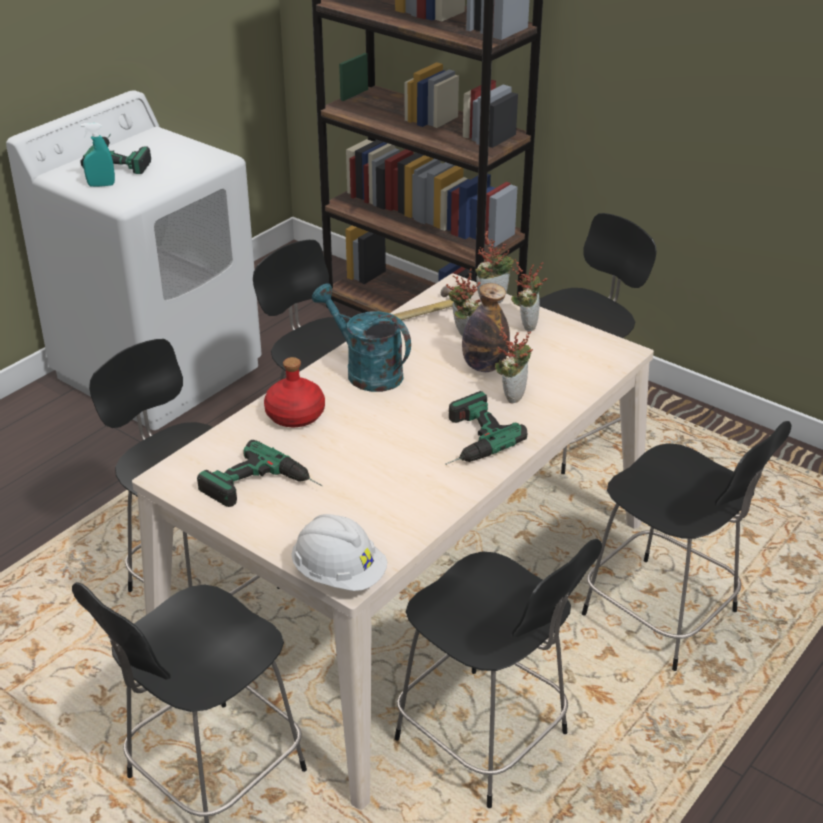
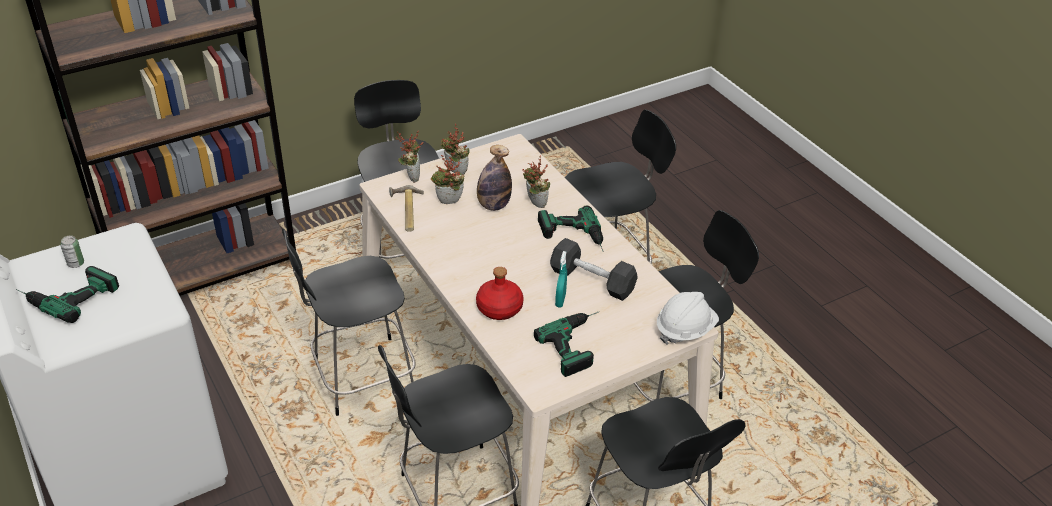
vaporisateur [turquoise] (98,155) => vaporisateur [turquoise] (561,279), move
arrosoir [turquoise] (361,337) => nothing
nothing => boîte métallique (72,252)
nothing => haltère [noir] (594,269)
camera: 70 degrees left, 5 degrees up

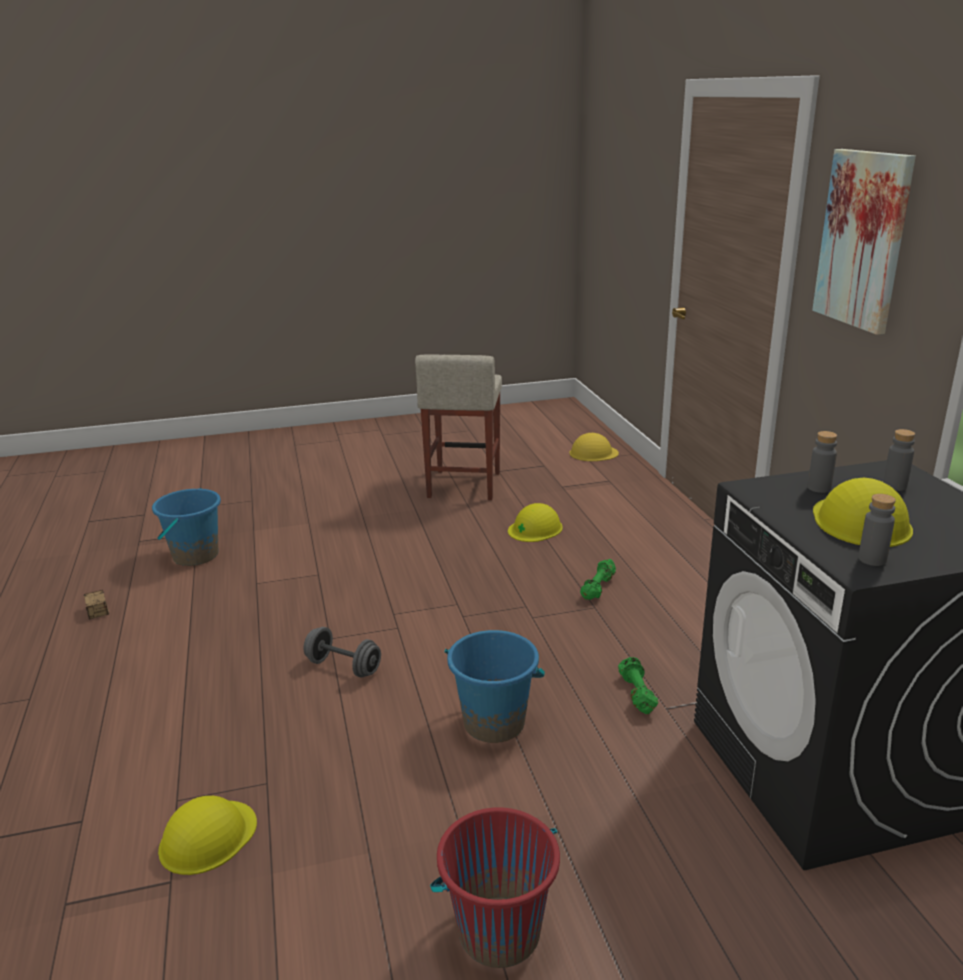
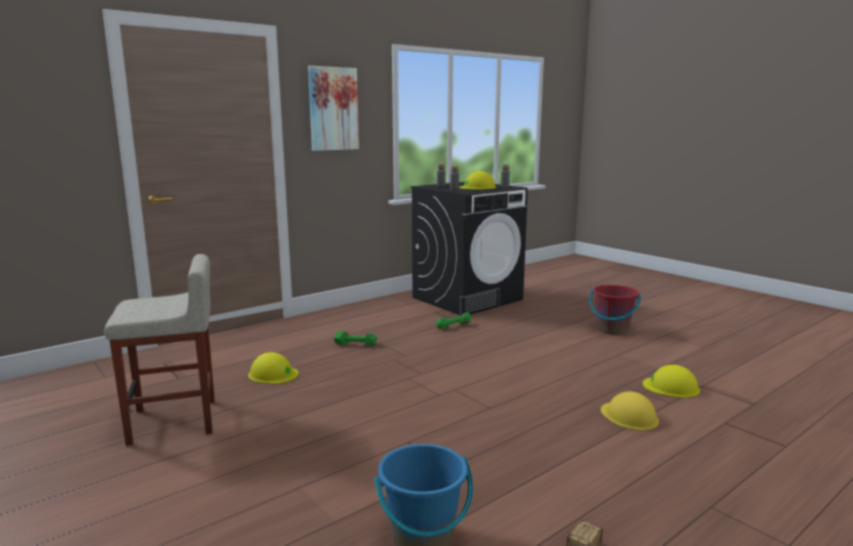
haltère [gris] (342,652) => nothing
seau [bleu] (495,686) => nothing
casque de chantier [jaune] (594,447) => casque de chantier [jaune] (630,410), move
camera: 115 degrees left, 10 degrees down

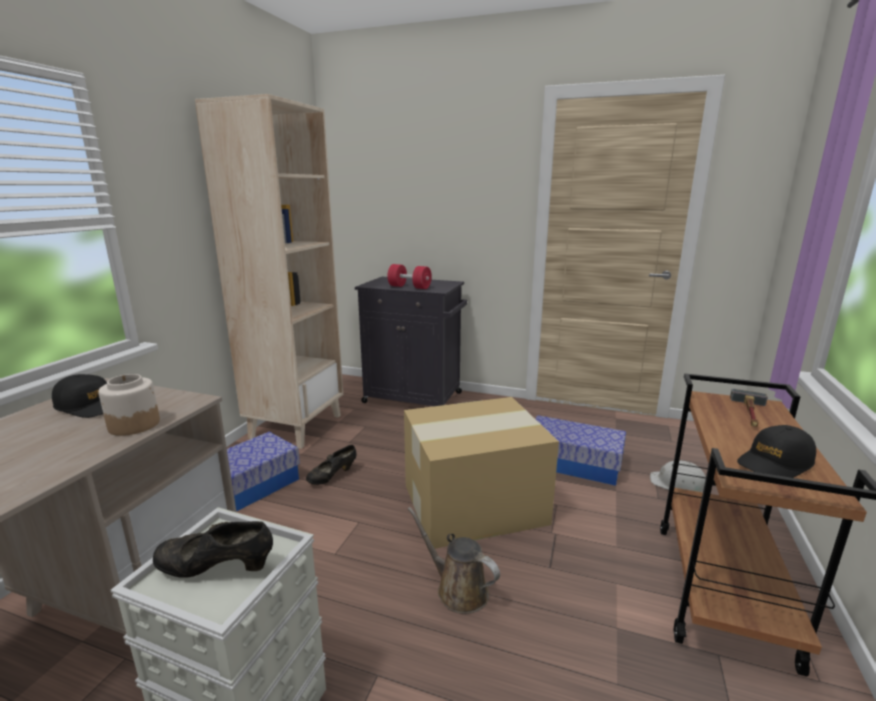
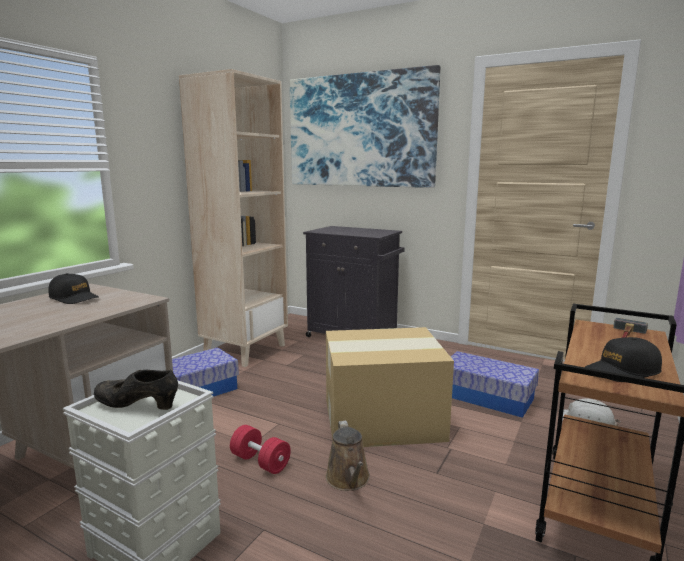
bocal (129,405) => nothing
chaussure [noir] (331,465) => nothing
haltère [rouge] (409,276) => haltère [rouge] (260,449), move
arrosoir [marron] (454,560) => arrosoir [marron] (347,456), 150 degrees counterclockwise
nothing => tableau (365,126)
camera: 10 degrees right, 5 degrees down

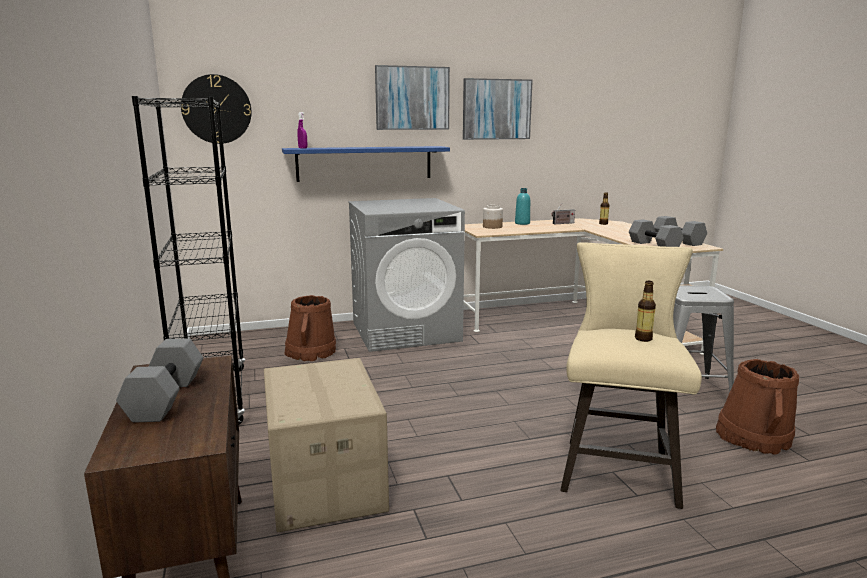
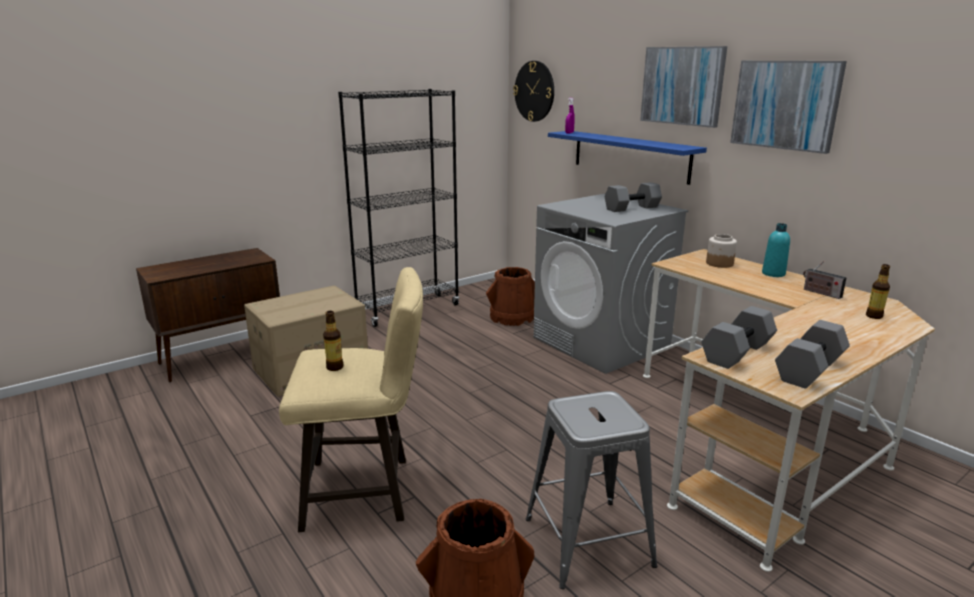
haltère [gris] (159,380) => haltère [gris] (633,197), move
camera: 70 degrees right, 5 degrees up

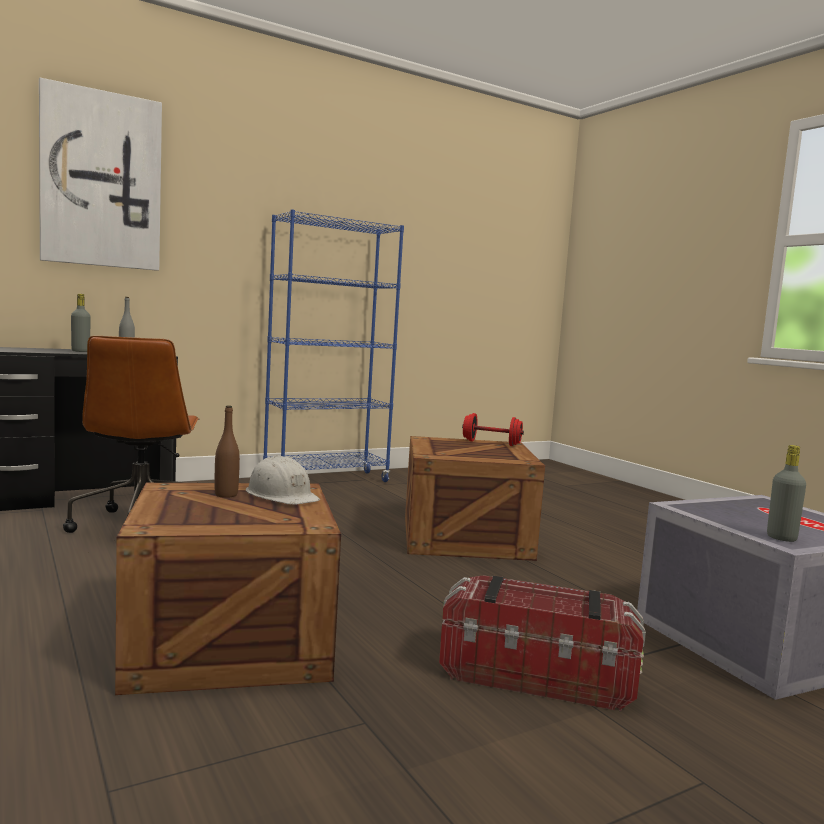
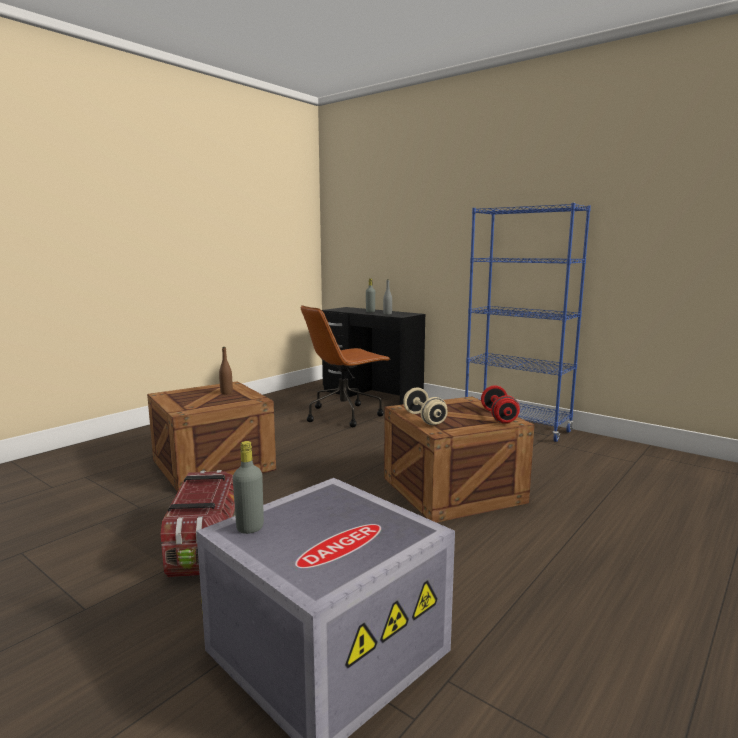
tableau (100,174) => nothing
casque de chantier [blanc] (283,480) => nothing
nothing => haltère [beige] (425,406)
camera: 70 degrees right, 5 degrees up

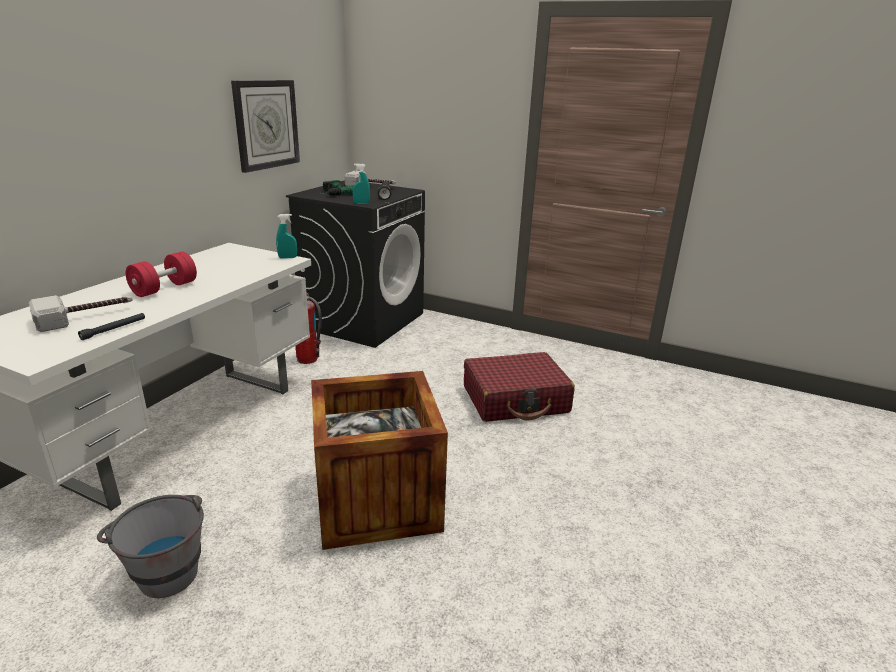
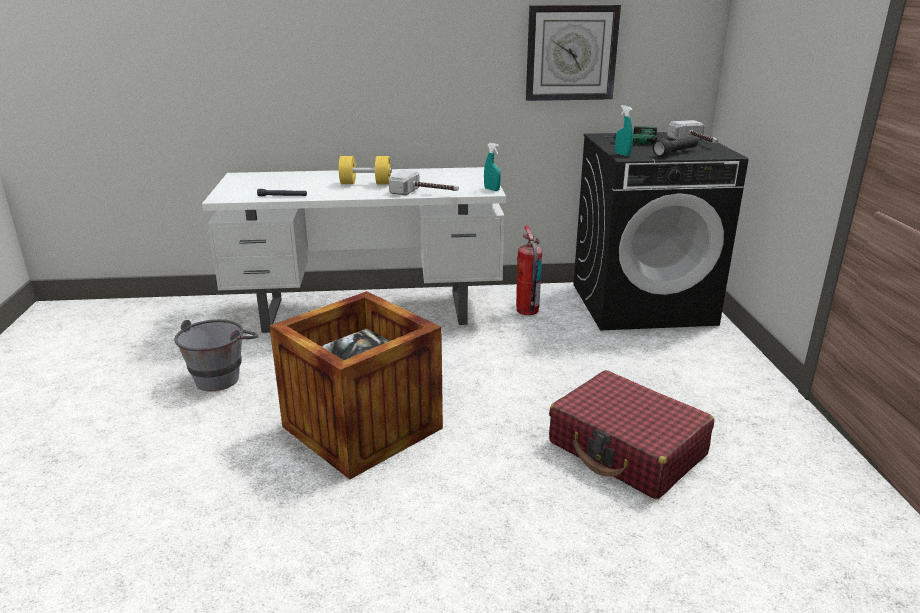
marteau (81,313) => marteau (424,182), move
haltère [rouge] (161,274) => haltère [jaune] (365,170)
camera: 60 degrees right, 0 degrees up

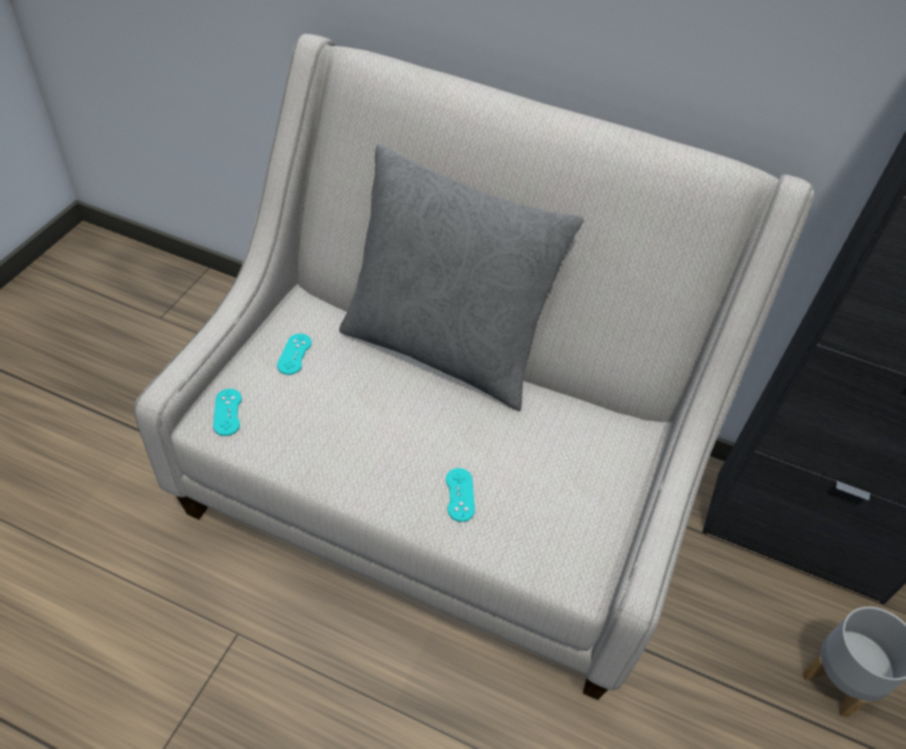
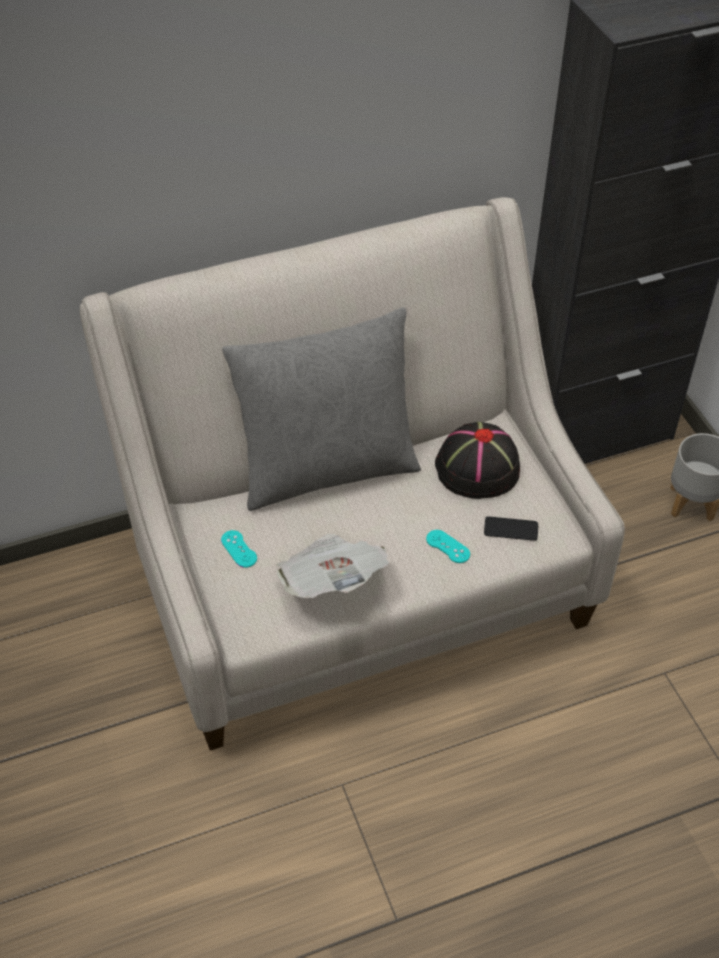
manette [turquoise] (227,412) => nothing
nothing => journal (332,565)
nothing => chapeau [noir] (477,460)
nothing => téléphone (511,528)
camera: 40 degrees left, 0 degrees up

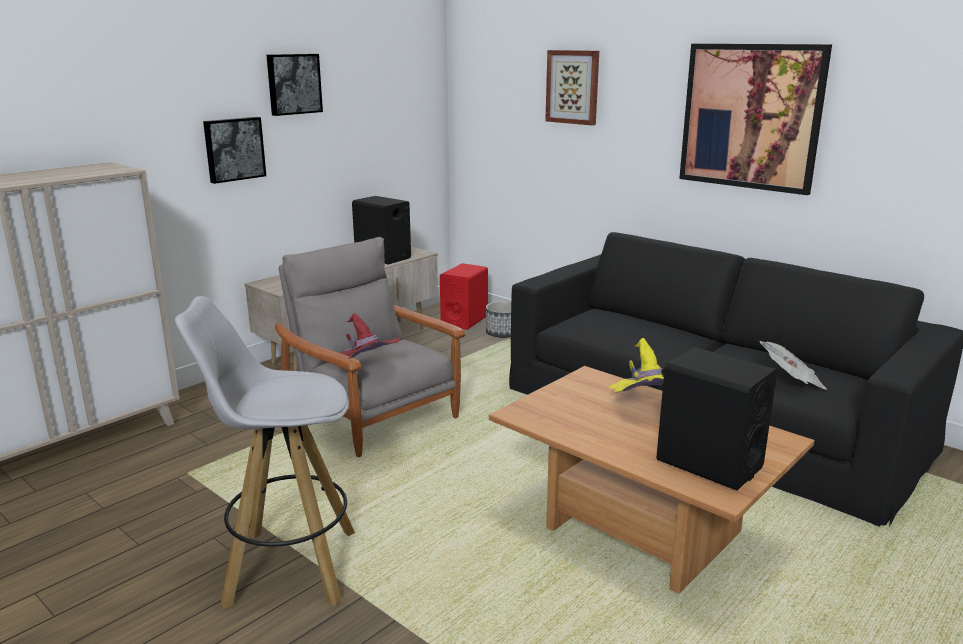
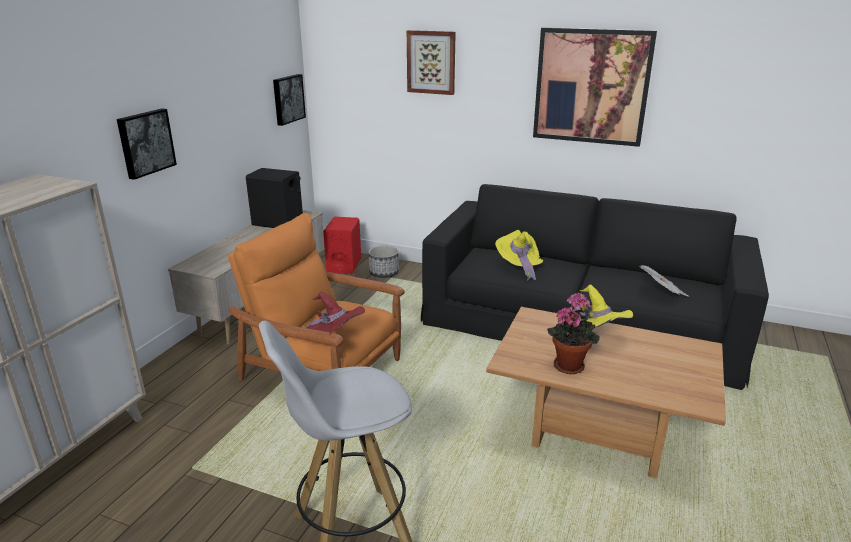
tableau (295,85) => tableau (289,100), move
fauteuil [gris] (370,347) => fauteuil [orange] (316,297)
enceinte [noir] (716,418) => nothing
nothing => chapeau [jaune] (519,255)
nothing => plante en pot (573,333)
camera: 20 degrees left, 5 degrees up

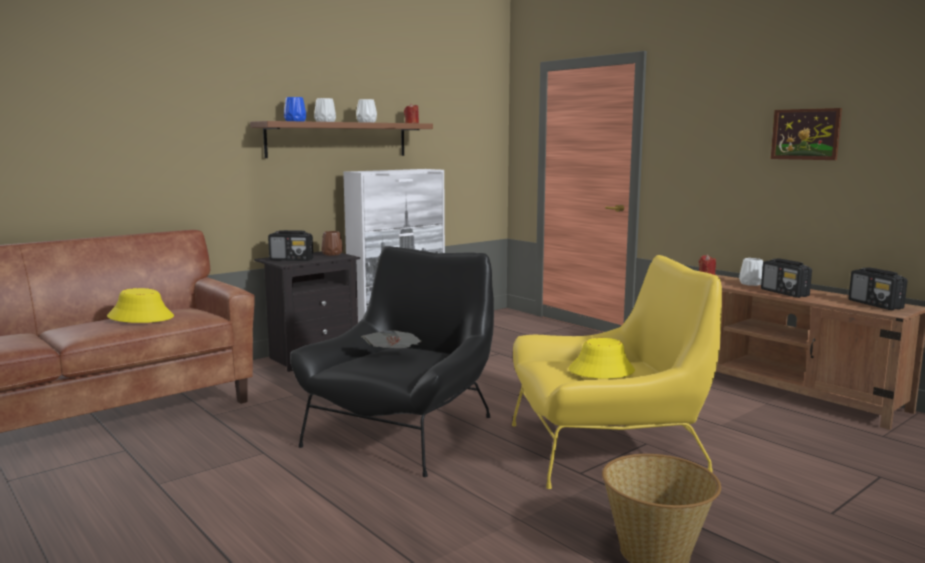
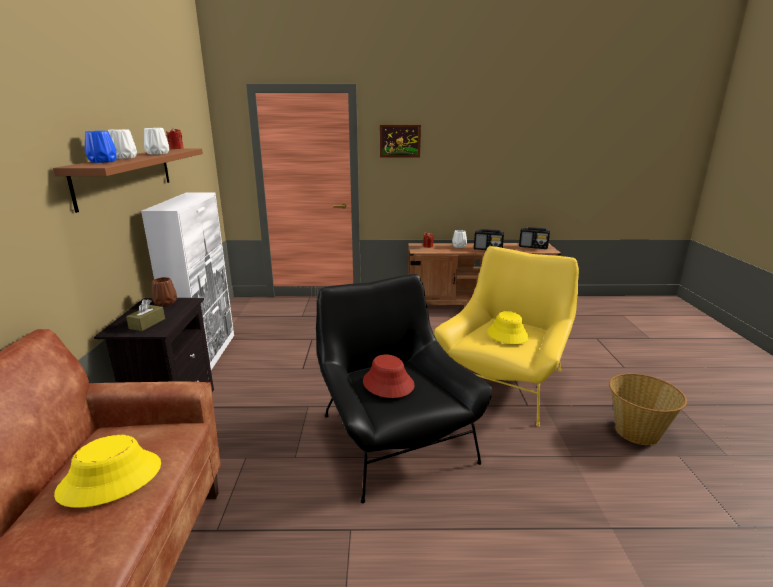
radio (290,245) => boîte à mouchoirs [marron] (145,315)
journal (391,339) => chapeau [rouge] (389,376)
tableau (806,134) => tableau (400,141), move
camera: 50 degrees left, 10 degrees up

